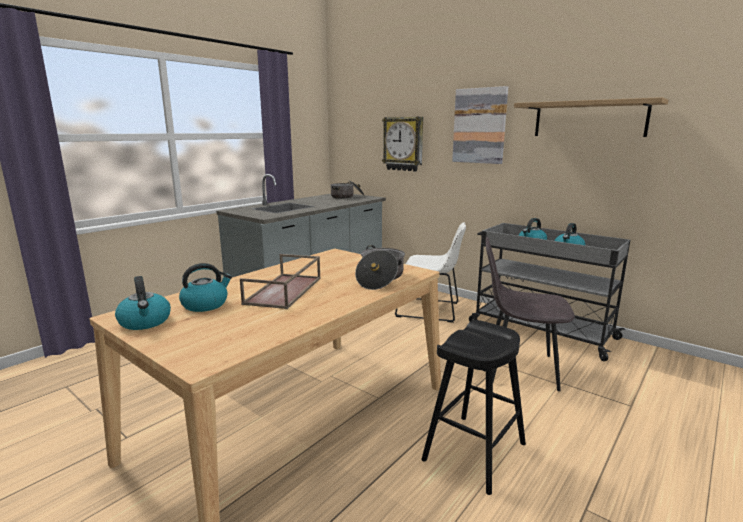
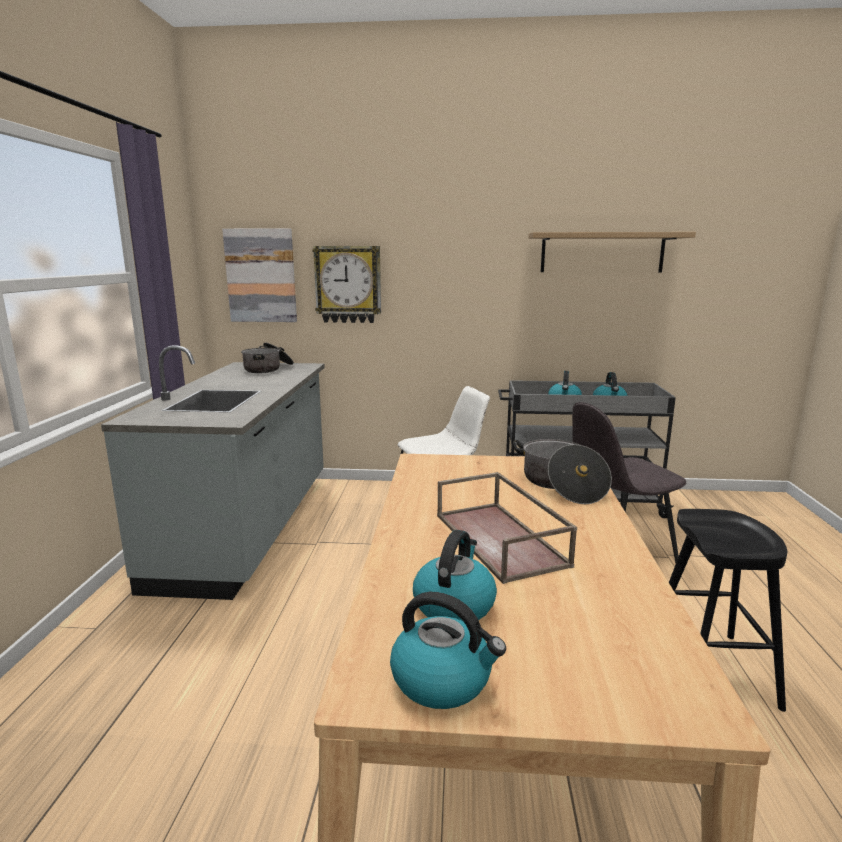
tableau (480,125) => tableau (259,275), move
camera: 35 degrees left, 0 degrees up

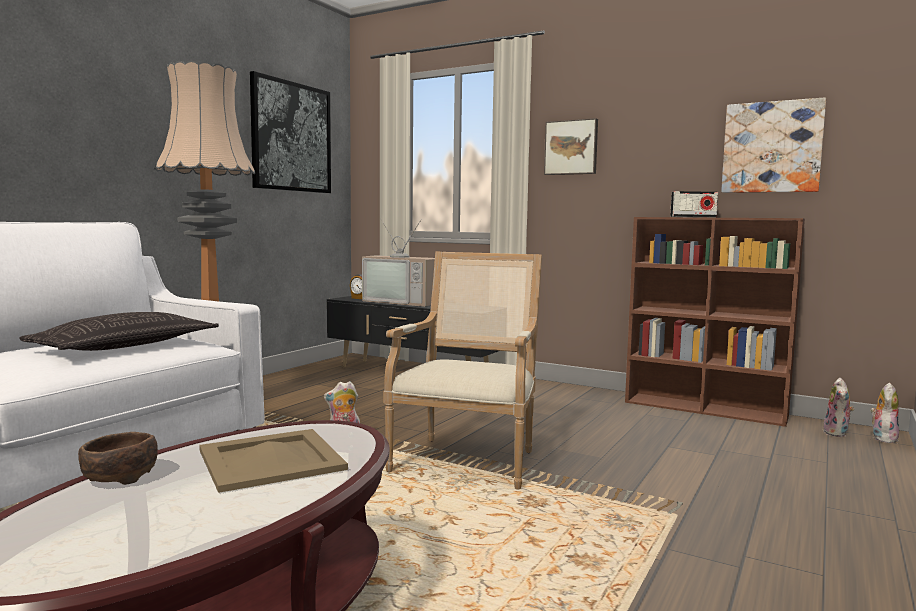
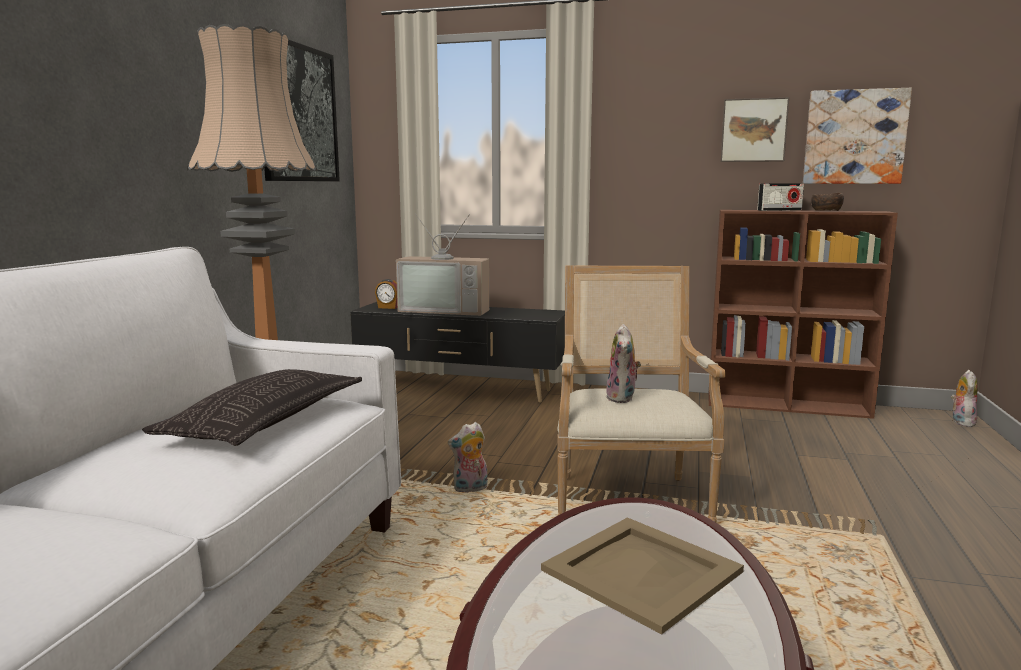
bol [marron] (118,458) => bol [marron] (827,202), move
tableau (571,146) => tableau (754,129), move
peluche (839,407) => peluche (623,363), move
camera: 15 degrees left, 5 degrees up

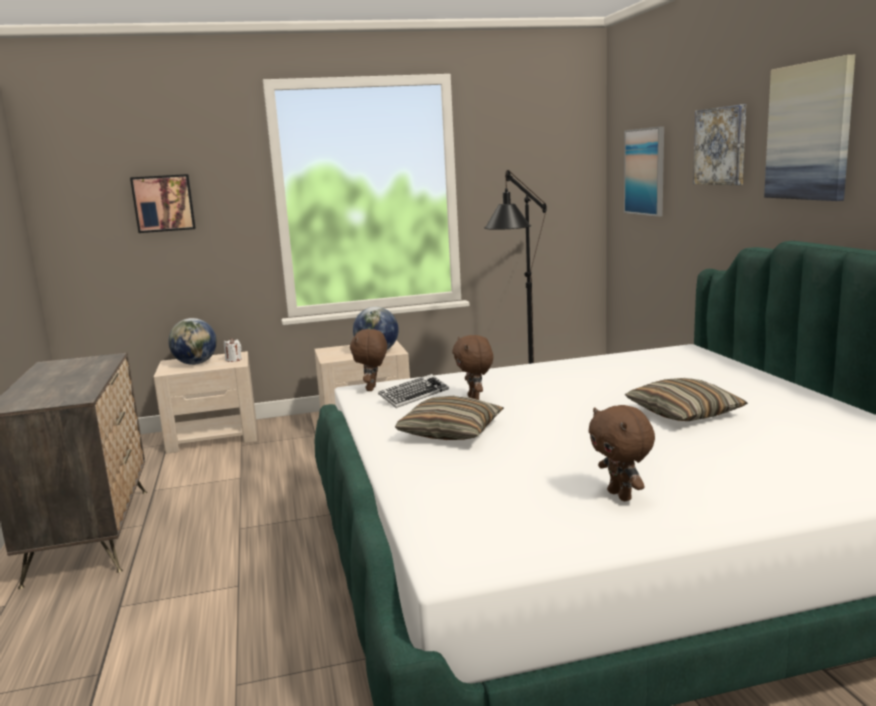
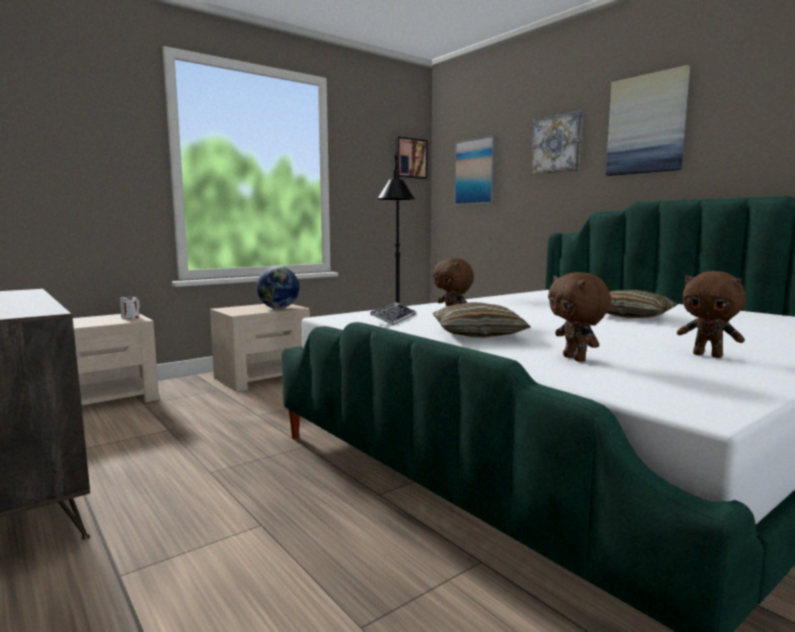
tableau (163,203) => tableau (411,157), move
globe (192,341) => nothing
peluche [marron] (368,360) => peluche [marron] (579,317), move
camera: 25 degrees left, 5 degrees down

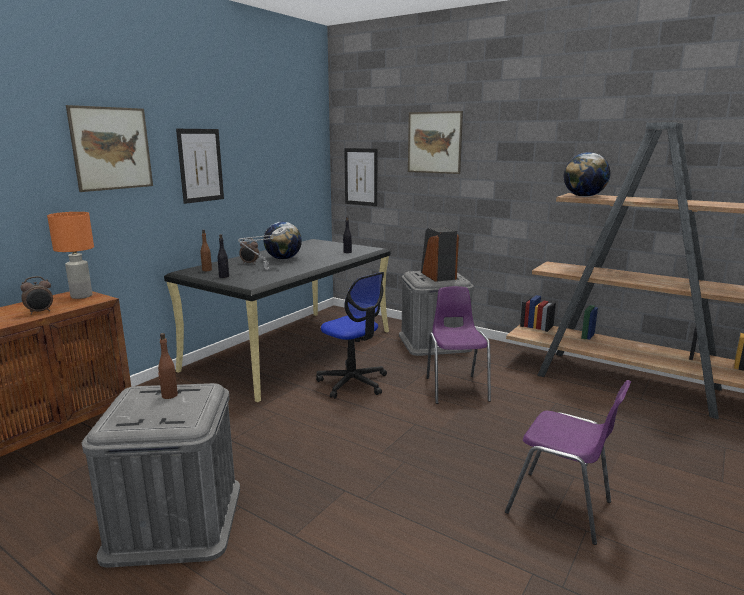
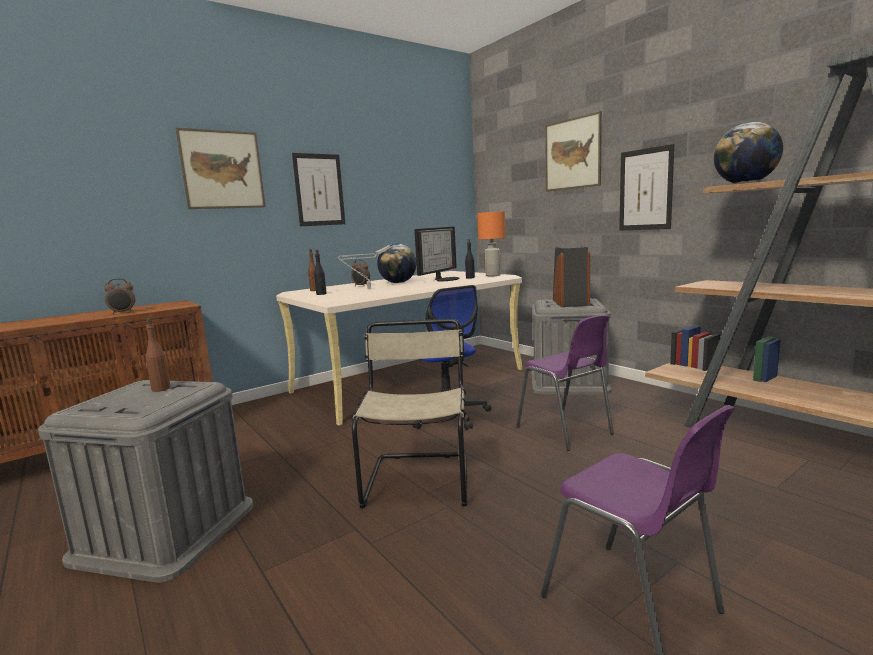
lampe de table [orange] (70,255) => lampe de table [orange] (491,243), move
bureau [noir] (277,320) => bureau [beige] (399,348)
tableau (360,177) => tableau (646,187), move
chaise [violet] (459,345) => chaise [violet] (565,383), 135 degrees clockwise
nothing => chaise [beige] (409,413)
nothing => écran d'ordinateur (436,254)
camera: 20 degrees right, 5 degrees down

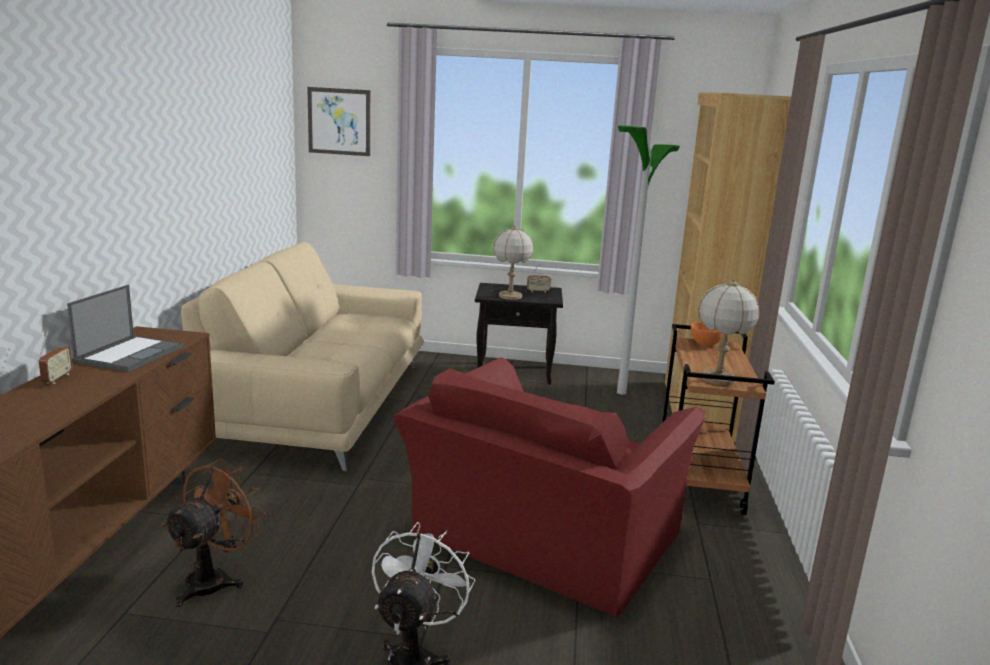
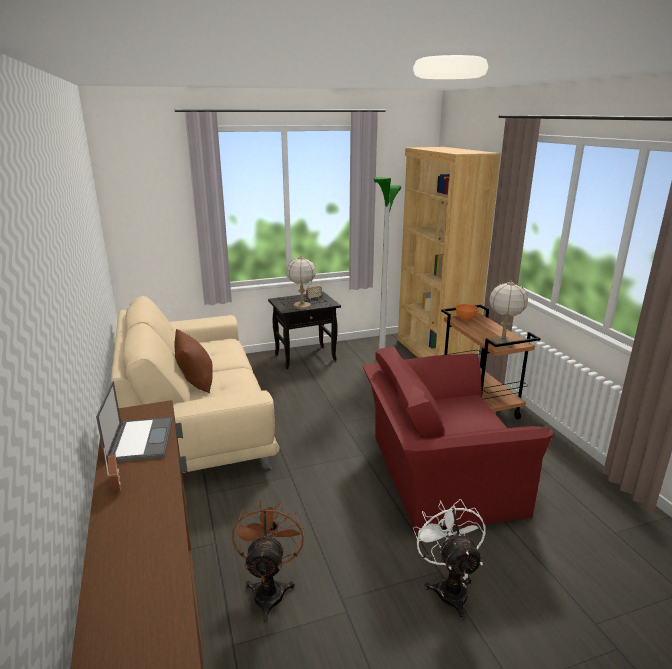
tableau (338,121) => nothing
fauteuil [rouge] (550,487) => fauteuil [rouge] (457,439), 75 degrees clockwise
nothing => coussin [marron] (193,361)
camera: 25 degrees left, 5 degrees up

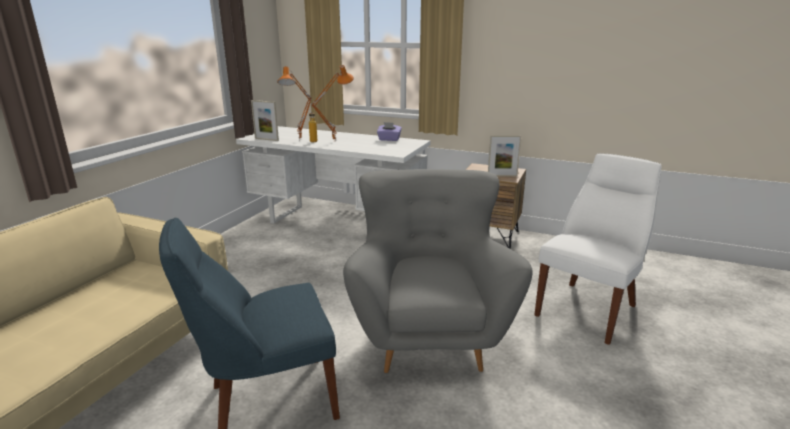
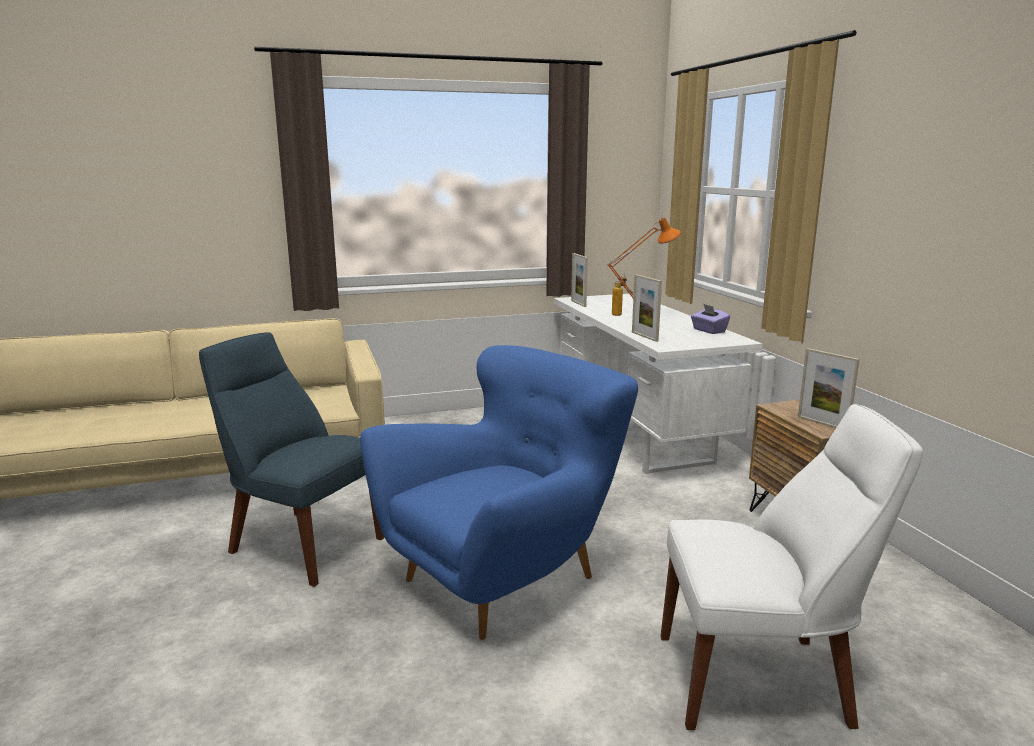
lampe de table [orange] (294,103) => nothing
fauteuil [gris] (438,271) => fauteuil [bleu] (499,492)
nothing => cadre photo (647,308)
camera: 50 degrees right, 5 degrees down

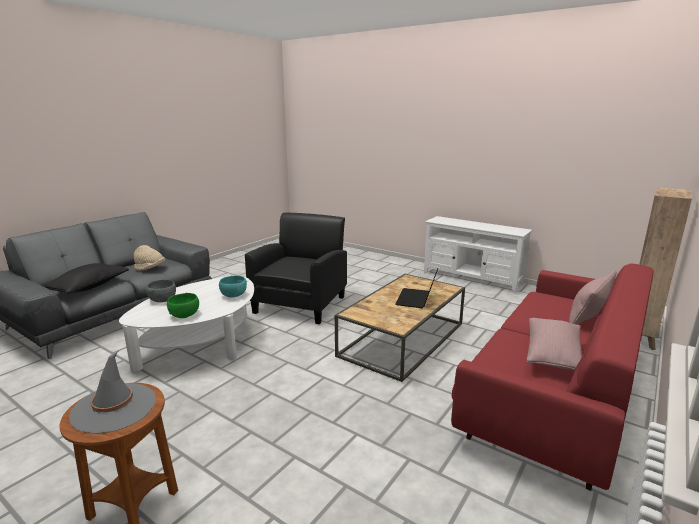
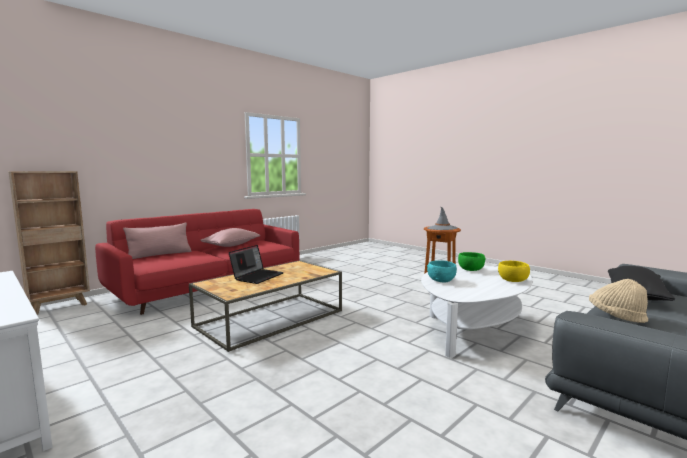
bol [gris] (161,291) => bol [jaune] (514,271)
fauteuil [noir] (296,268) => nothing
camera: 170 degrees left, 10 degrees down

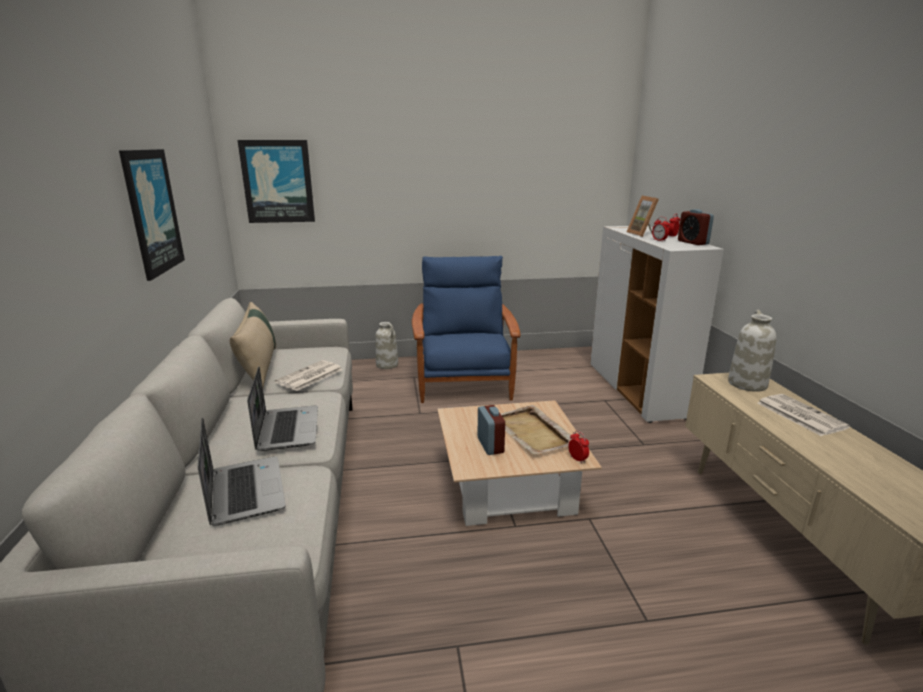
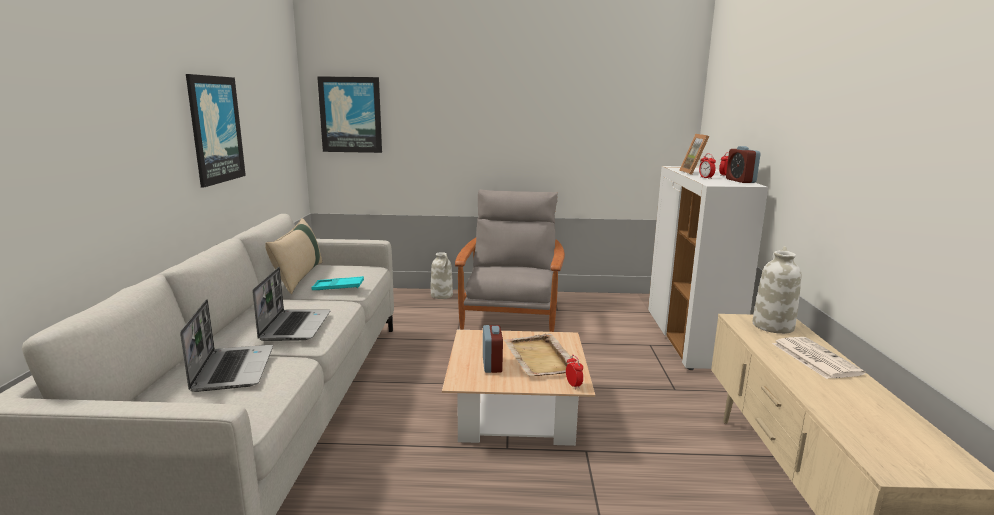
journal (309,375) => plateau [turquoise] (337,283)
fauteuil [bleu] (466,329) => fauteuil [gris] (510,260)
camera: 10 degrees right, 5 degrees down

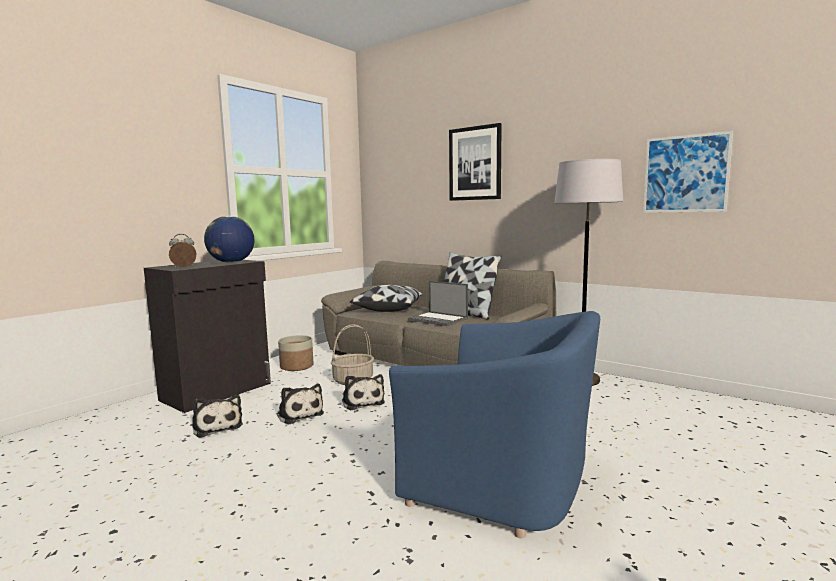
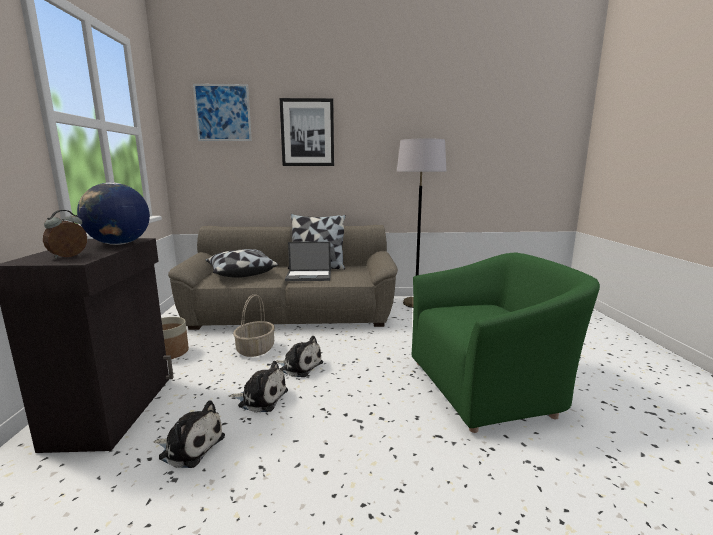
fauteuil [bleu] (494,424) => fauteuil [vert] (506,342)
tableau (688,172) => tableau (222,112), move
camera: 40 degrees left, 5 degrees up

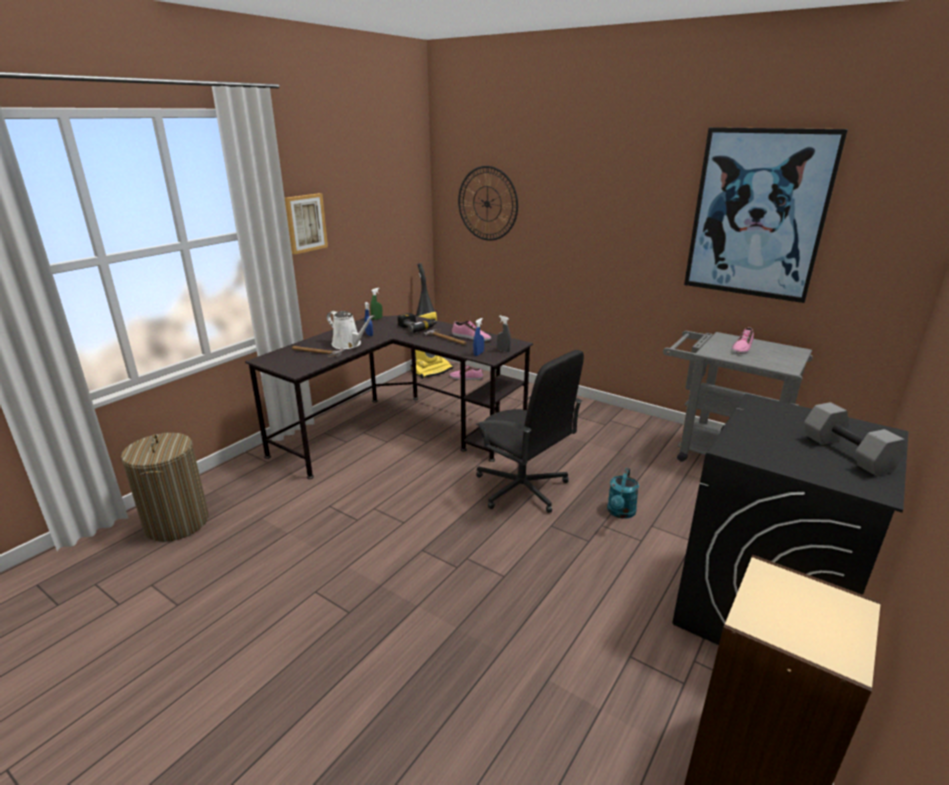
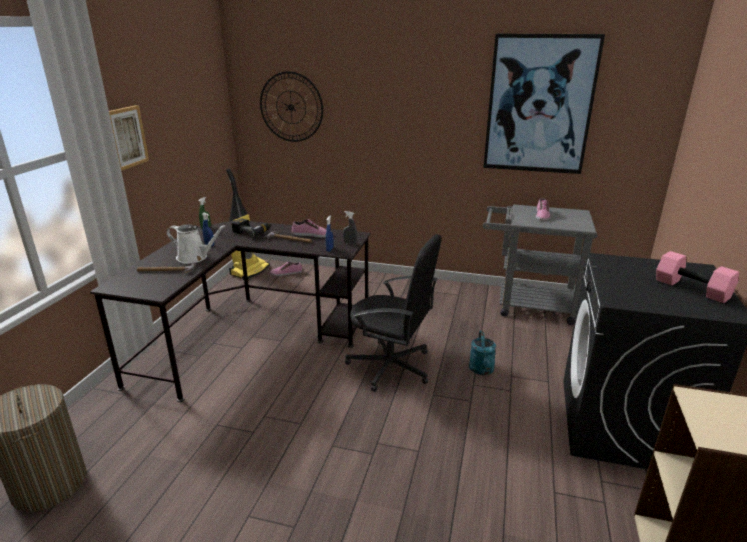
haltère [gris] (854,439) => haltère [rose] (697,277)
camera: 20 degrees left, 0 degrees up

